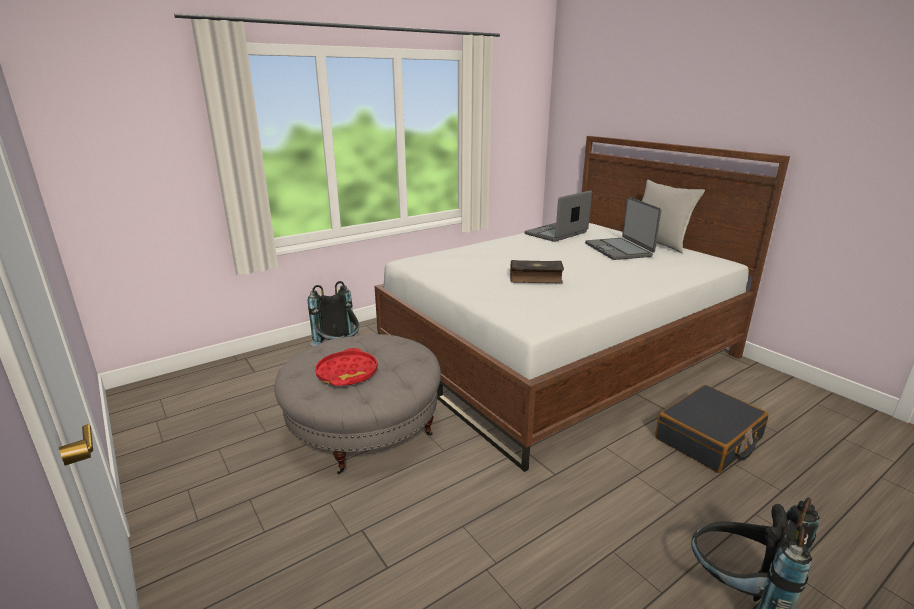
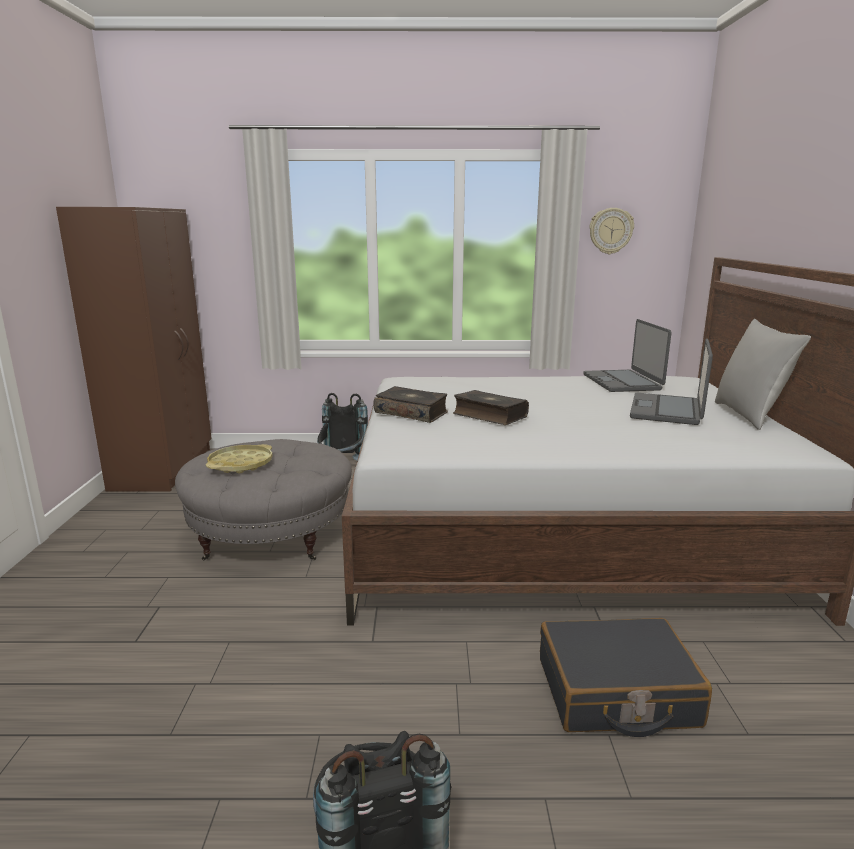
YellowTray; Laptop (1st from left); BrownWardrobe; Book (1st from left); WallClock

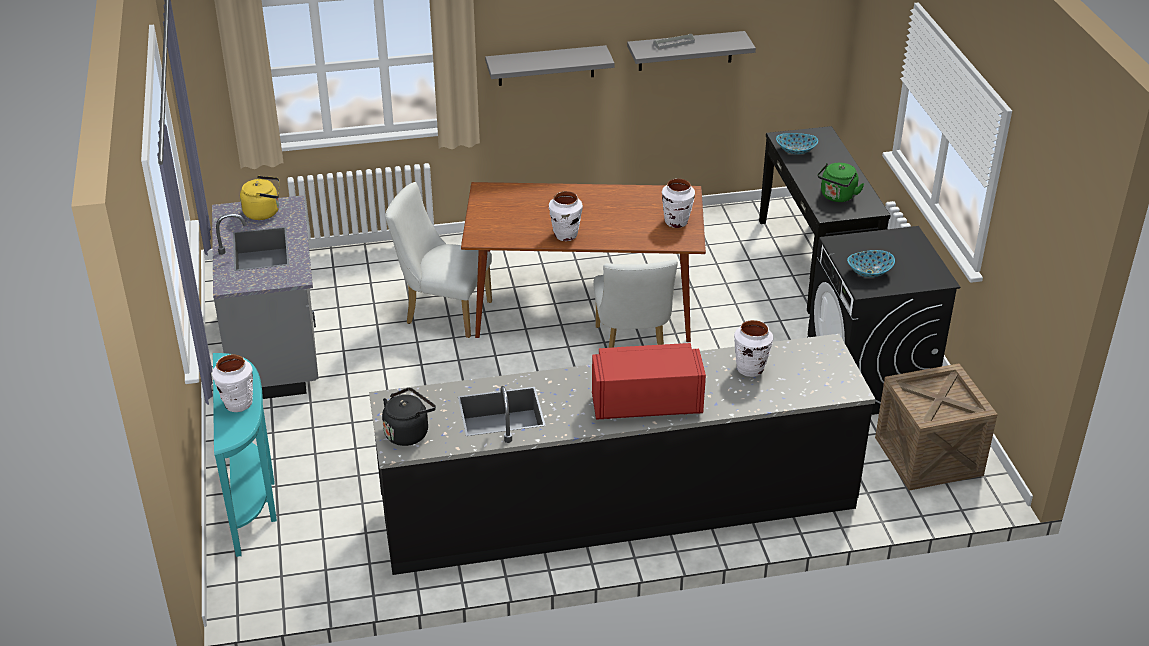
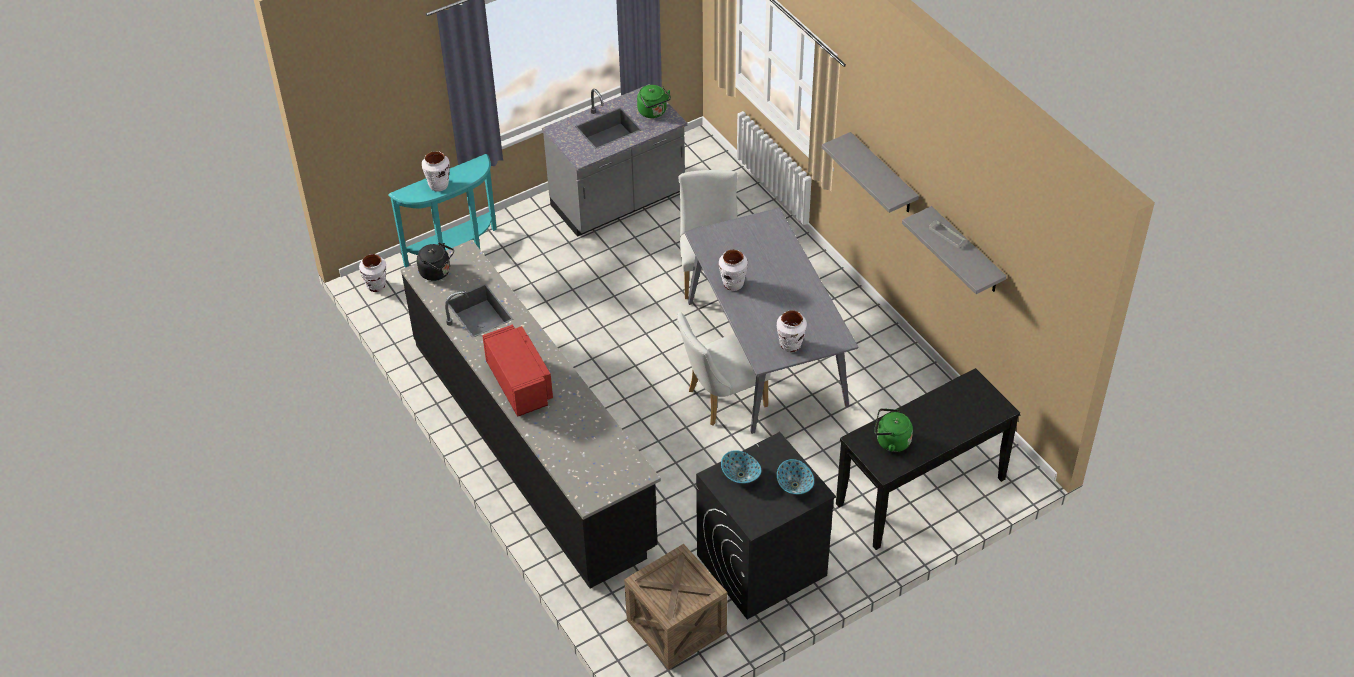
GreenKettle (1st from left); GreyDiningTable; WhiteVase (1st from left); Bowl (2nd from left)

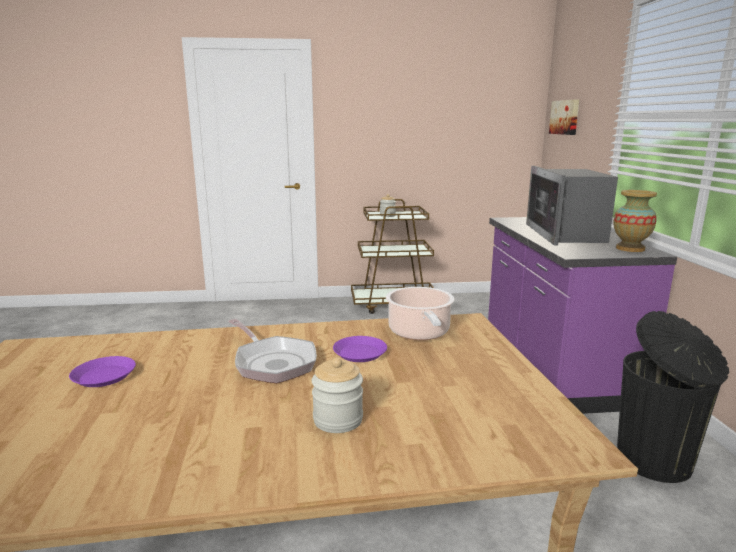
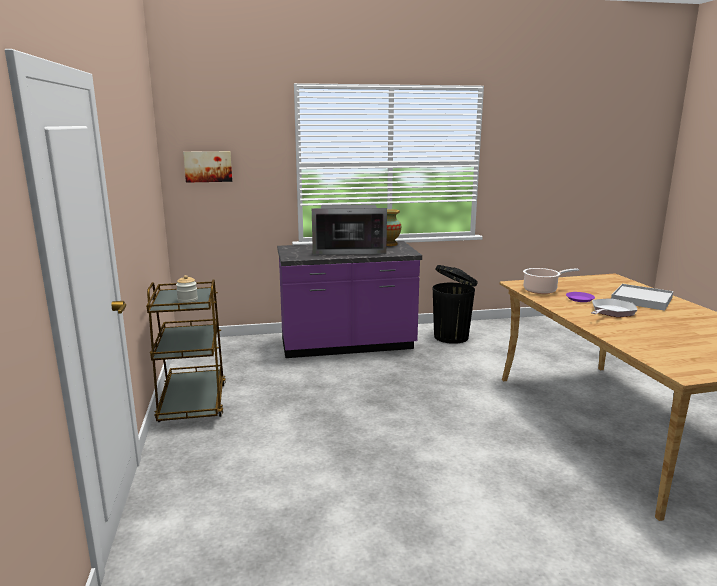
PurplePlate (1st from left in the first image); WhiteTray

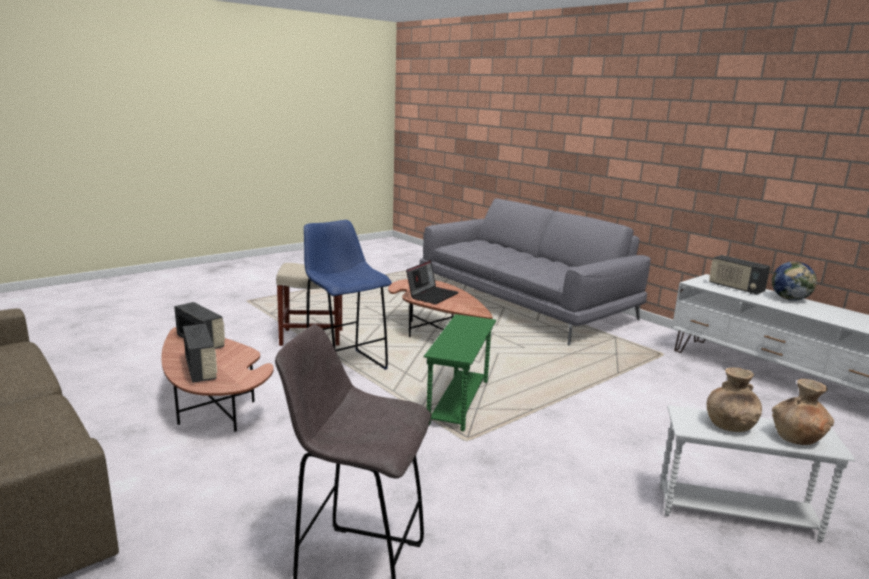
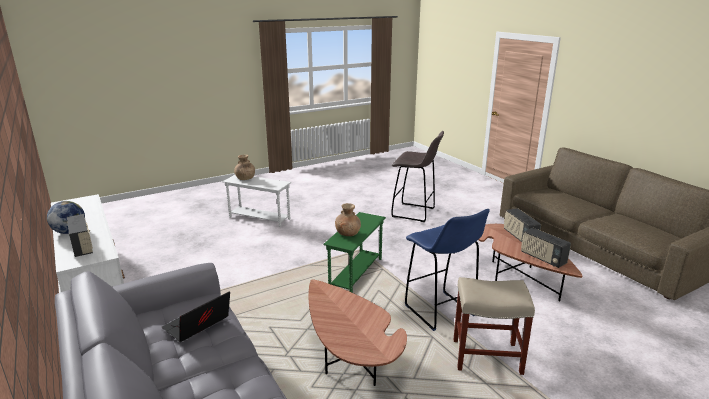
Laptop; BrownVase (2nd from left)

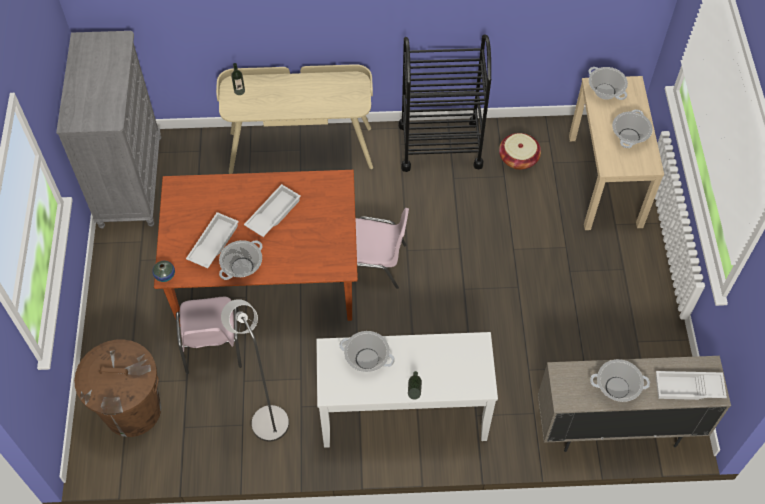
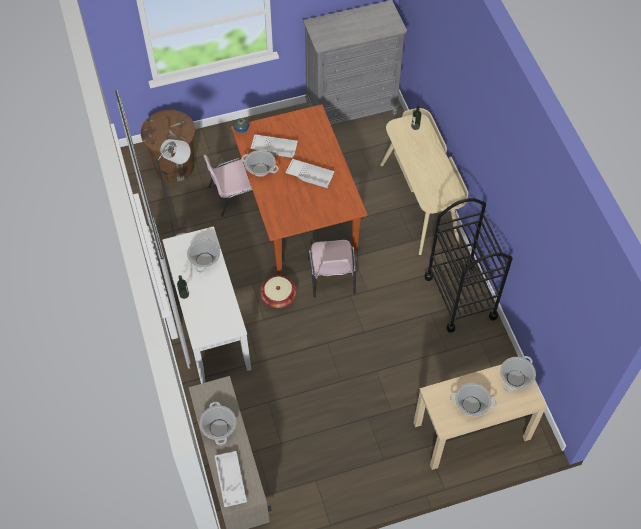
Basket

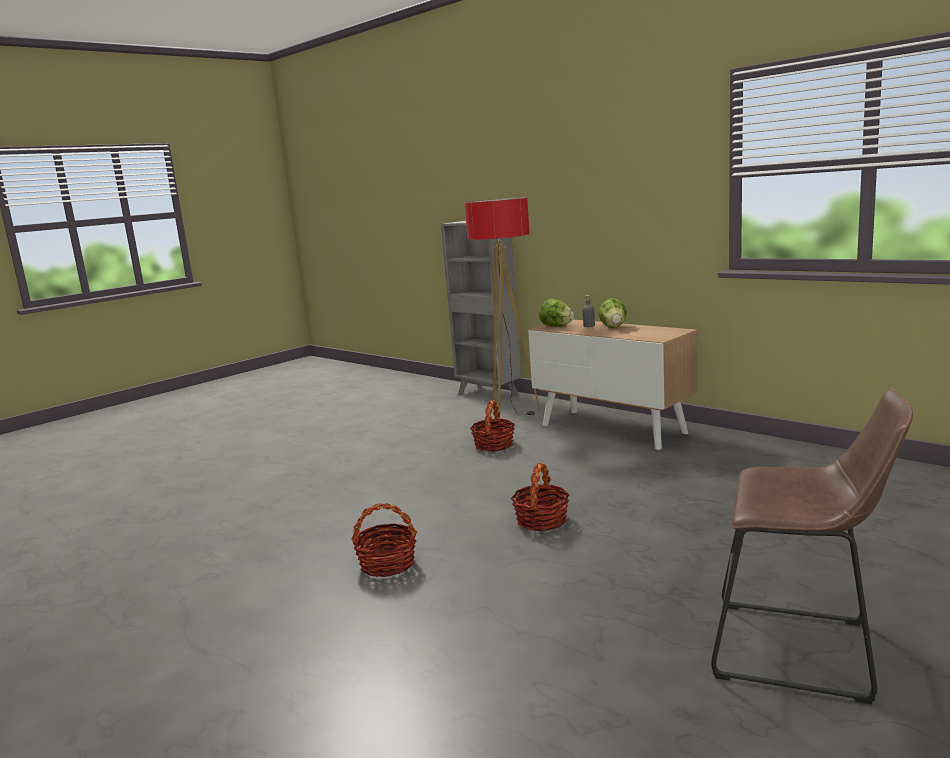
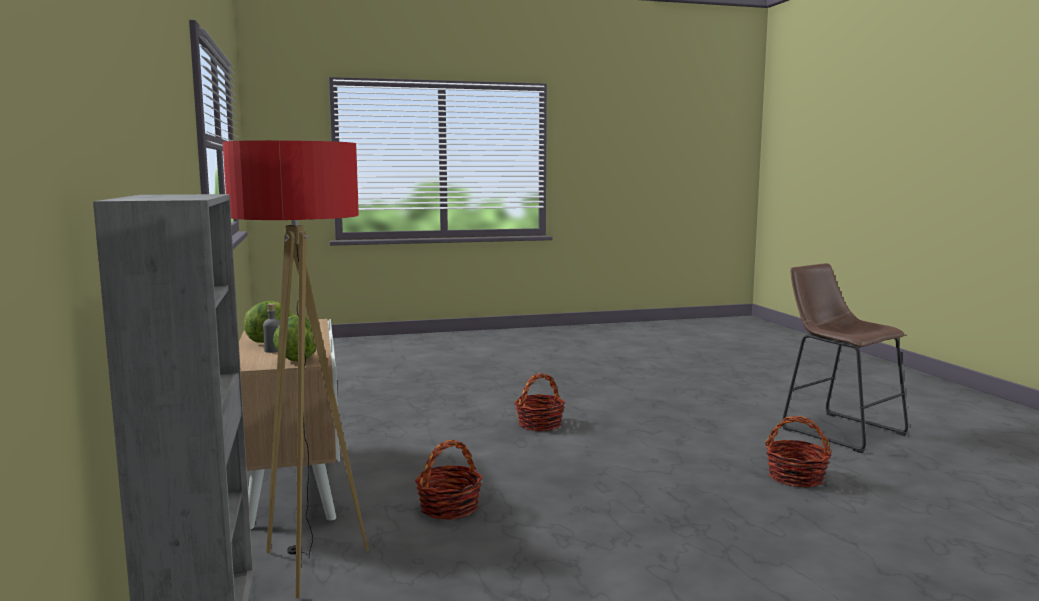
Basket (3rd from left); BrownStool

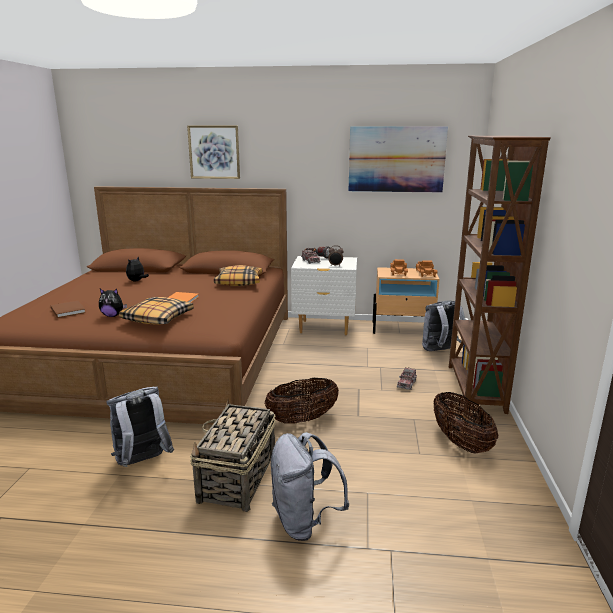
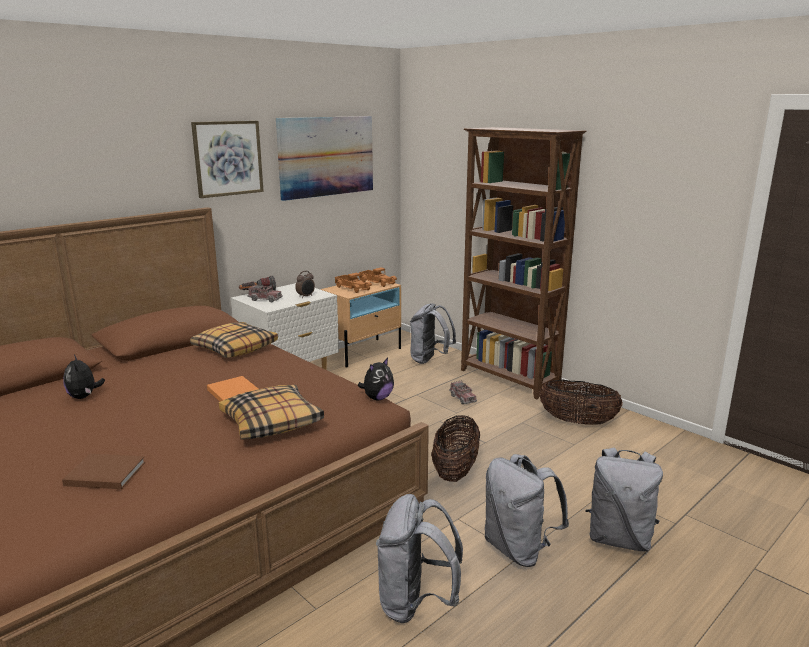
PlushToy (2nd from left); Picture (1st from left); GreyBackpack (3rd from left)

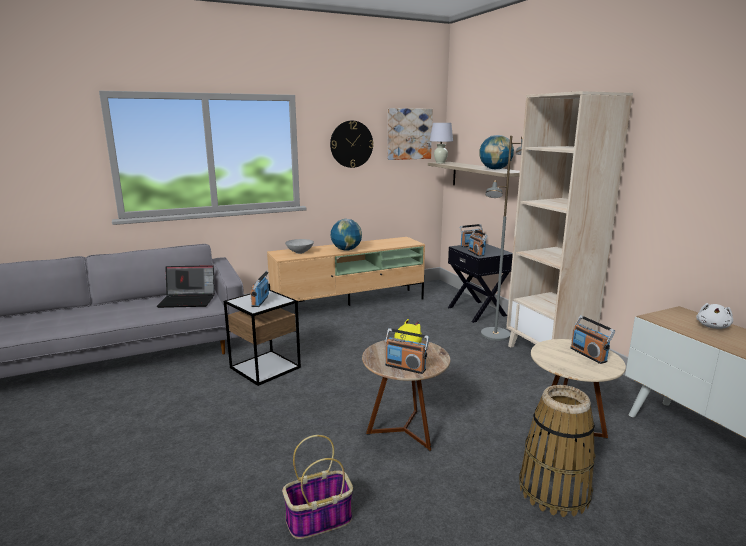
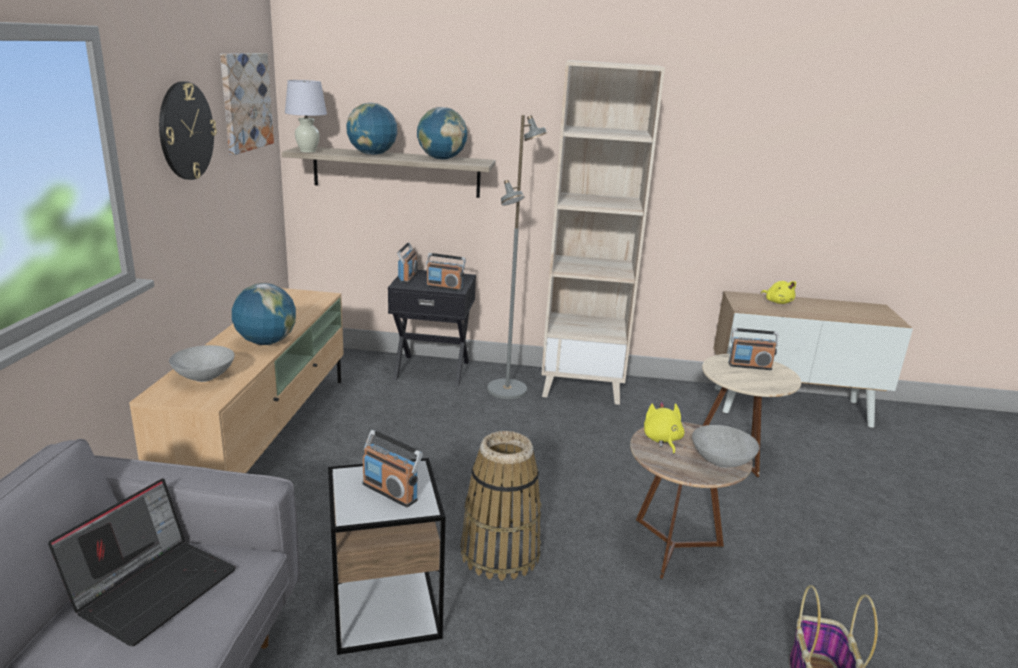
GreyBowl (2nd from left); Basket (1st from left); YellowPlushToy (2nd from left); Globe (2nd from left)

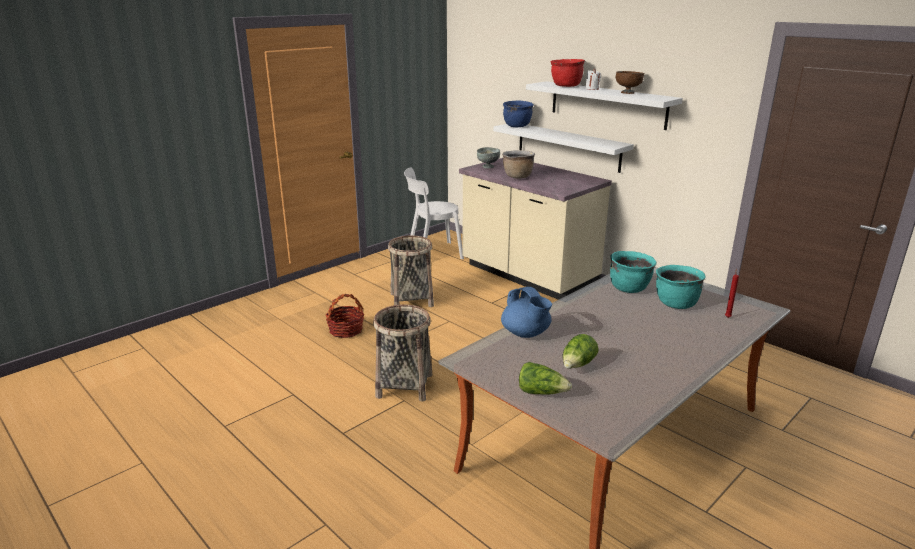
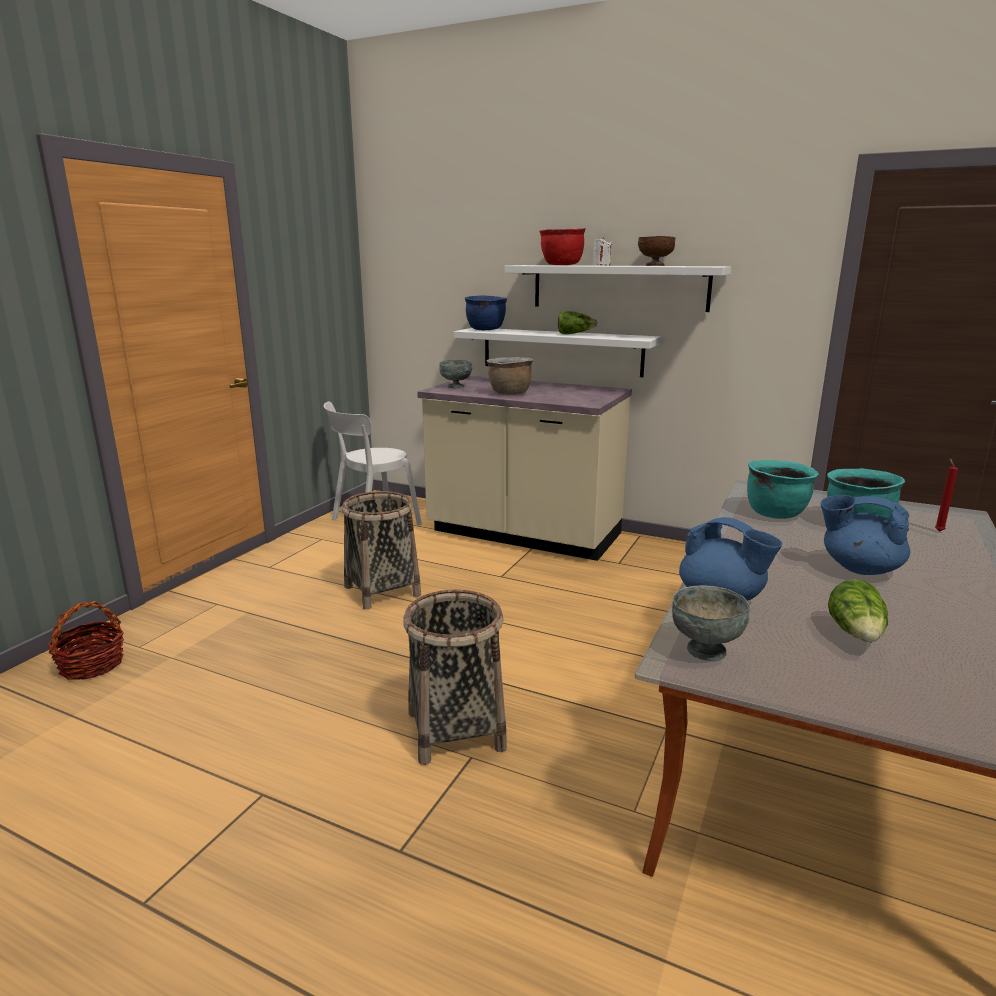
Basket (1st from left); Lettuce (1st from left); GreyBowl (2nd from left); BlueTeapot (2nd from left)

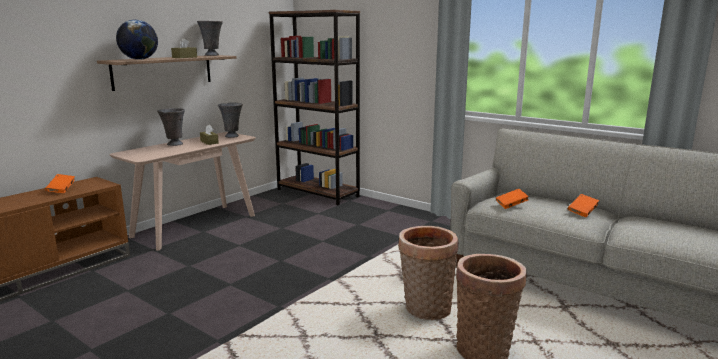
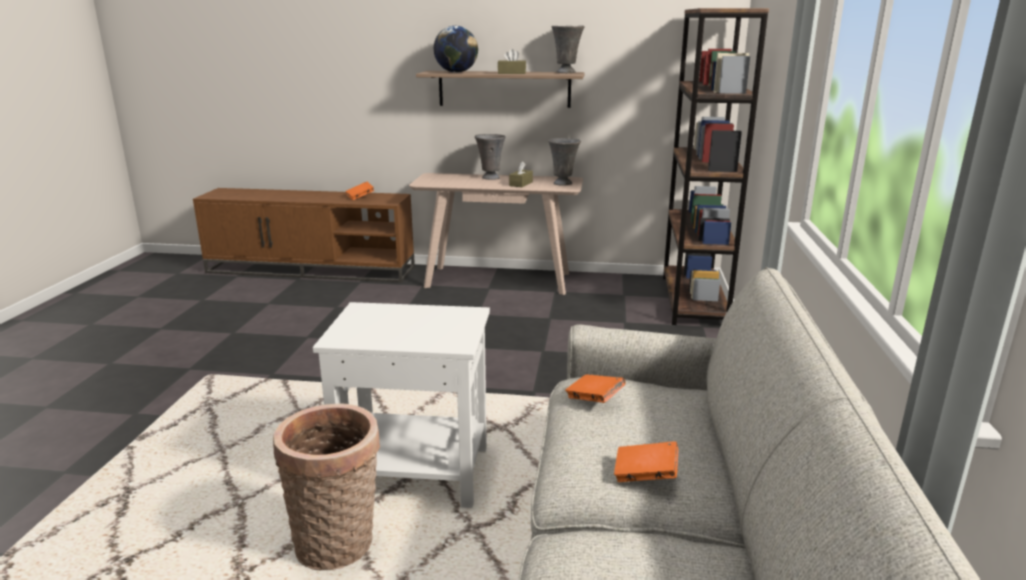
WhiteSideTable

